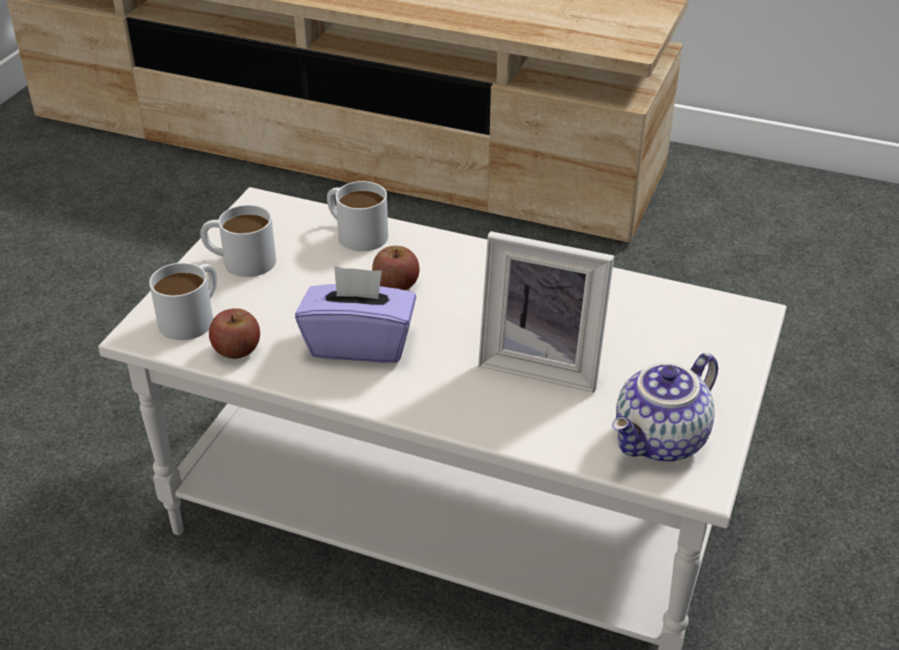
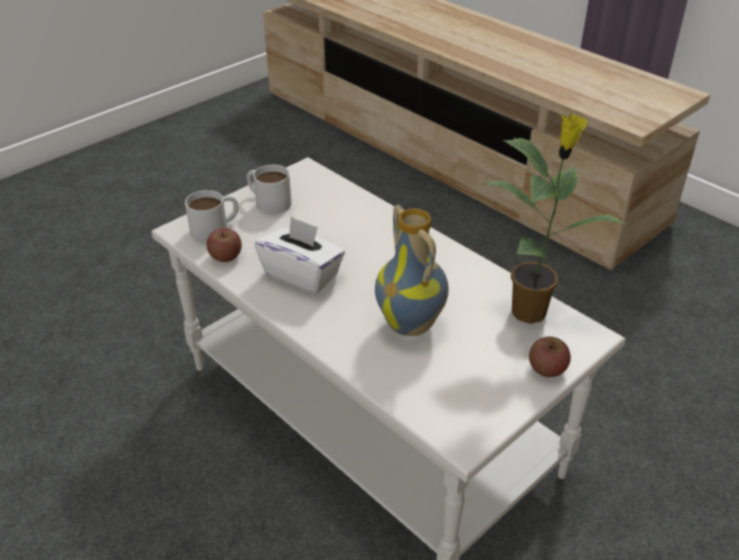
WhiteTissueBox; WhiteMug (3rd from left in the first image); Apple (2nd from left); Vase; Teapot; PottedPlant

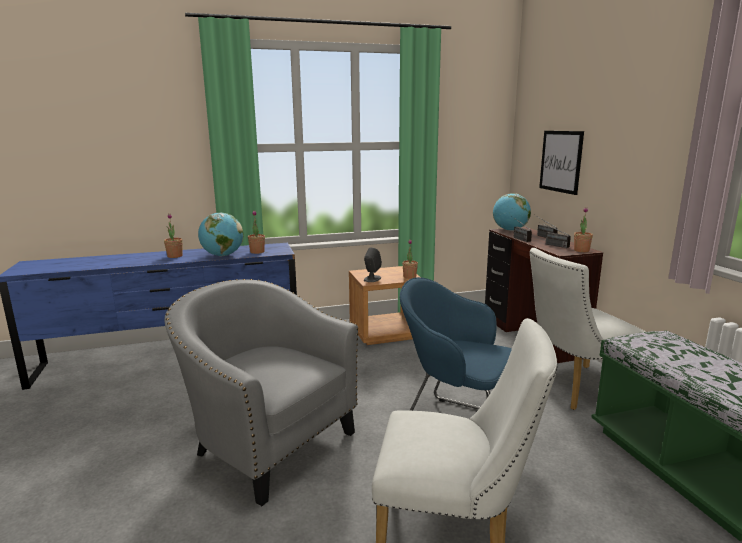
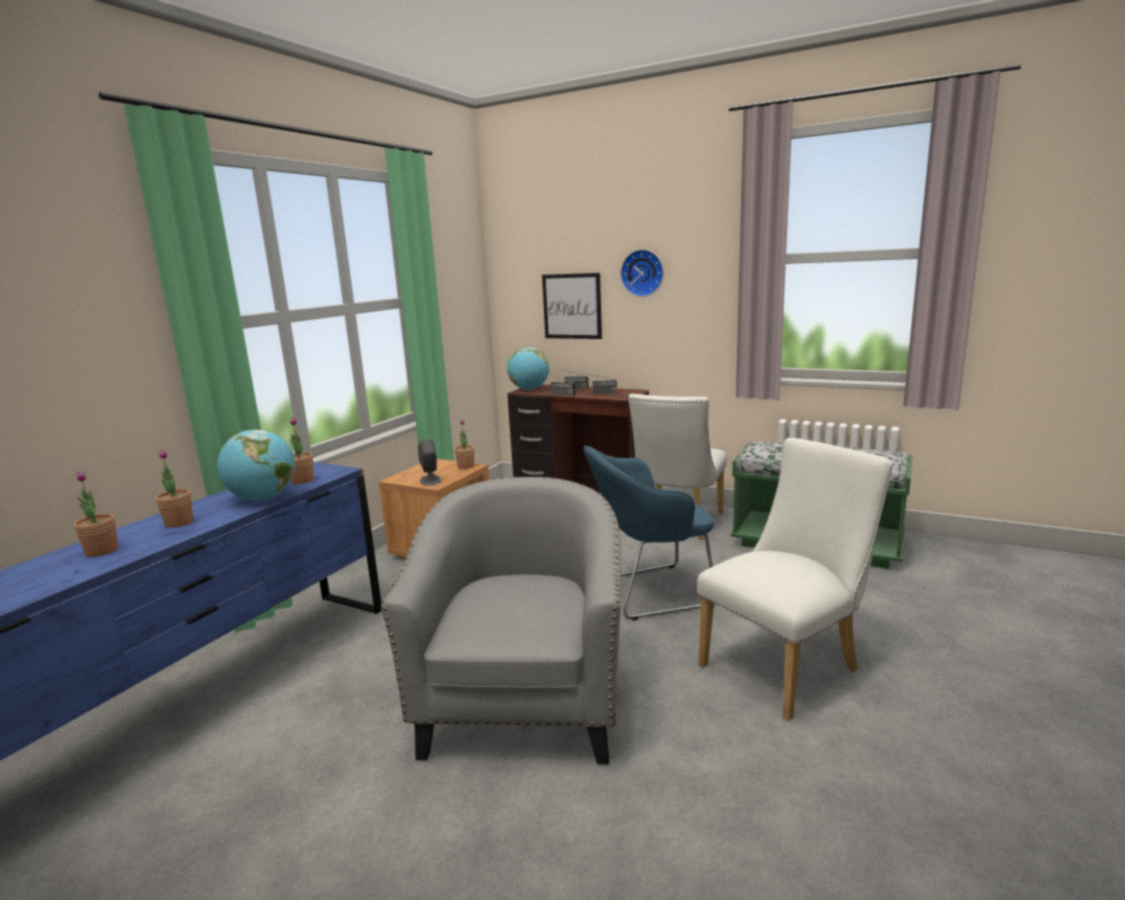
GreyArmchair; PottedPlant (1st from left); WallClock

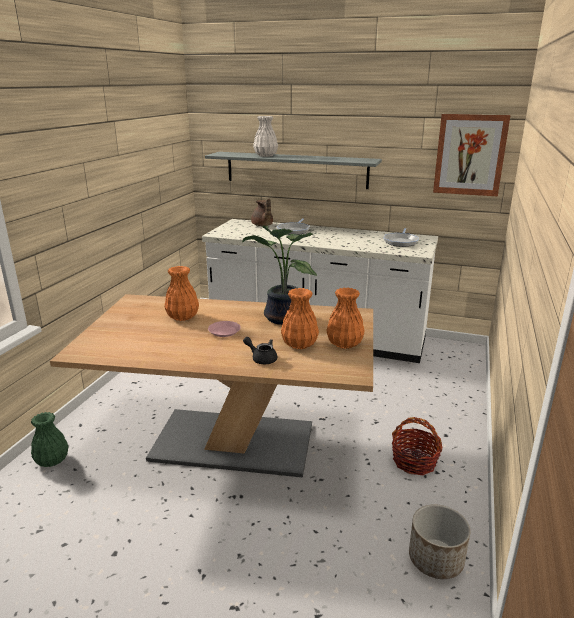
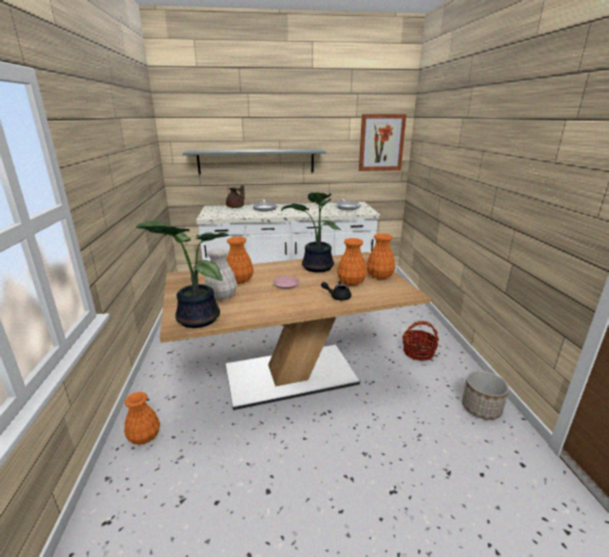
OrangeVase (1st from left); WhiteVase; PottedPlant (1st from left)

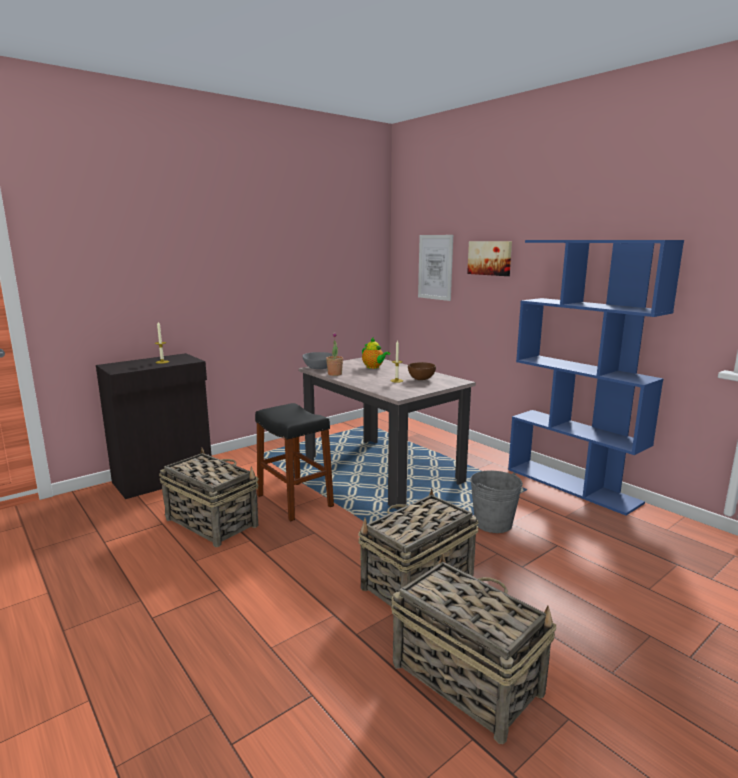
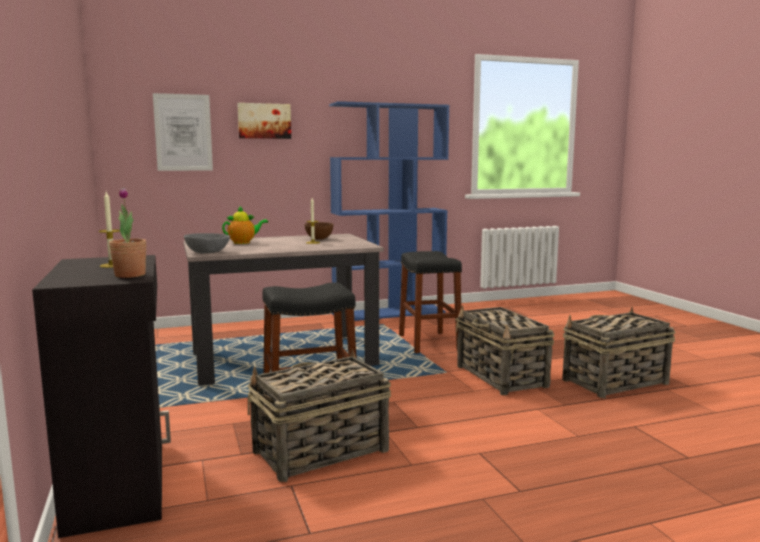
PottedPlant; BlackStool (2nd from left)

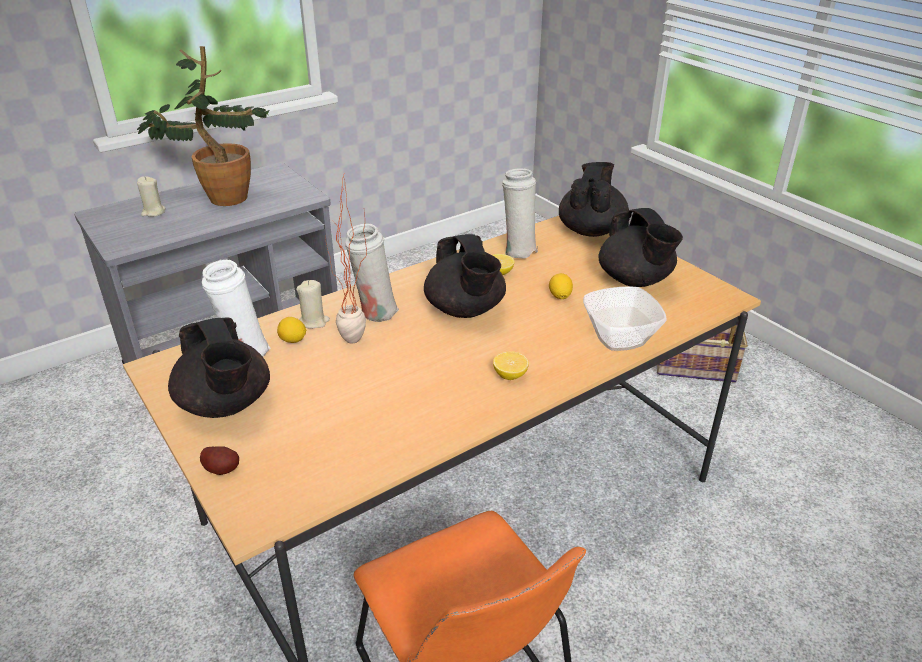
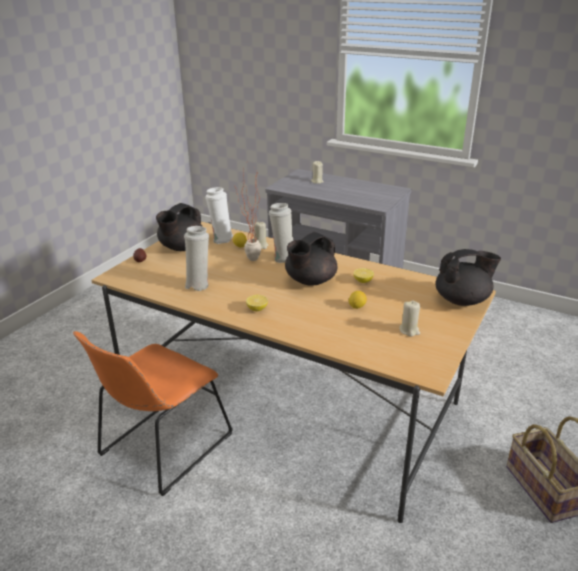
PottedPlant (1st from left in the first image); WhiteVase (1st from left); Bowl; BeigeCandle (3rd from left)

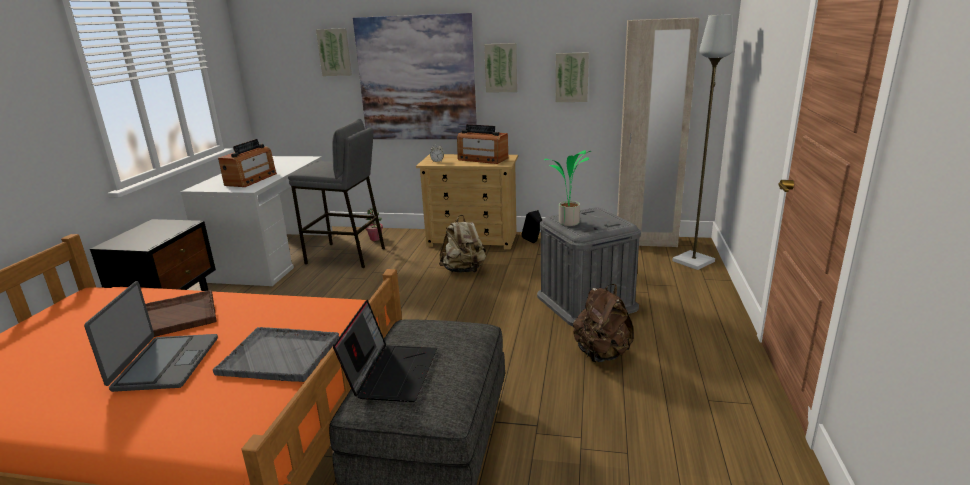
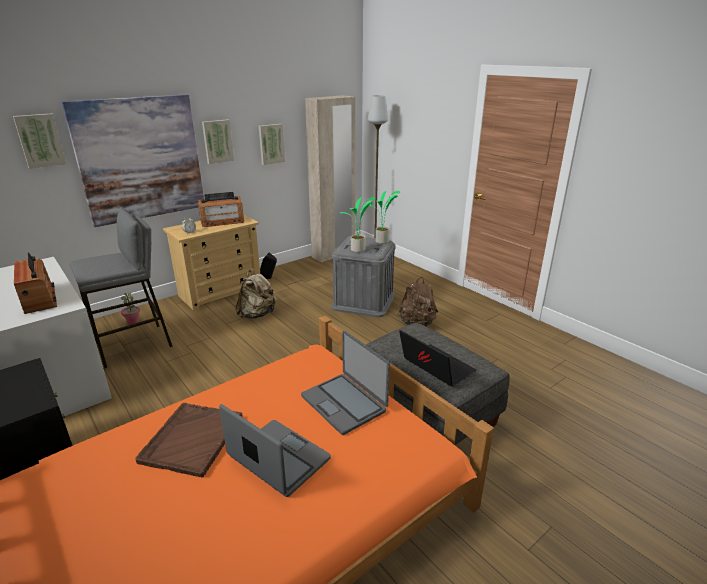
Laptop (2nd from left); PottedPlant (3rd from left)

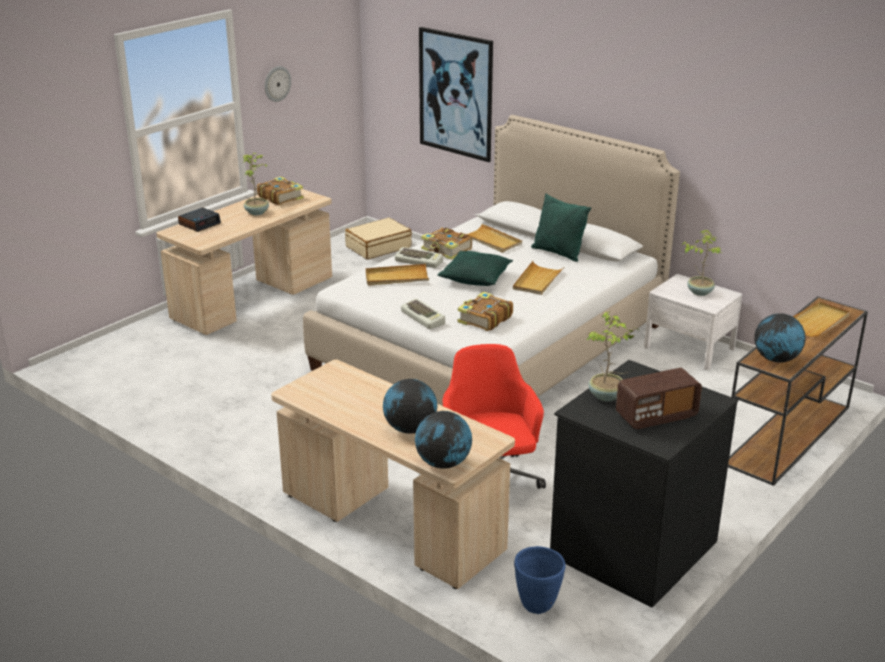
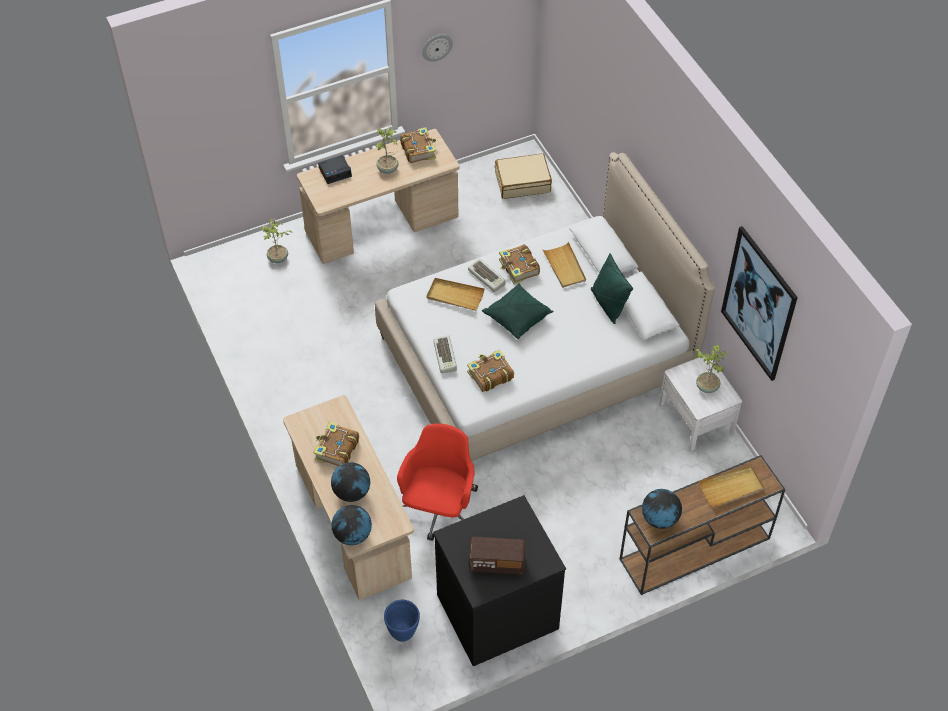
Picture; BeigeTray (3rd from left in the first image); PottedPlant (1st from left); Book (1st from left)

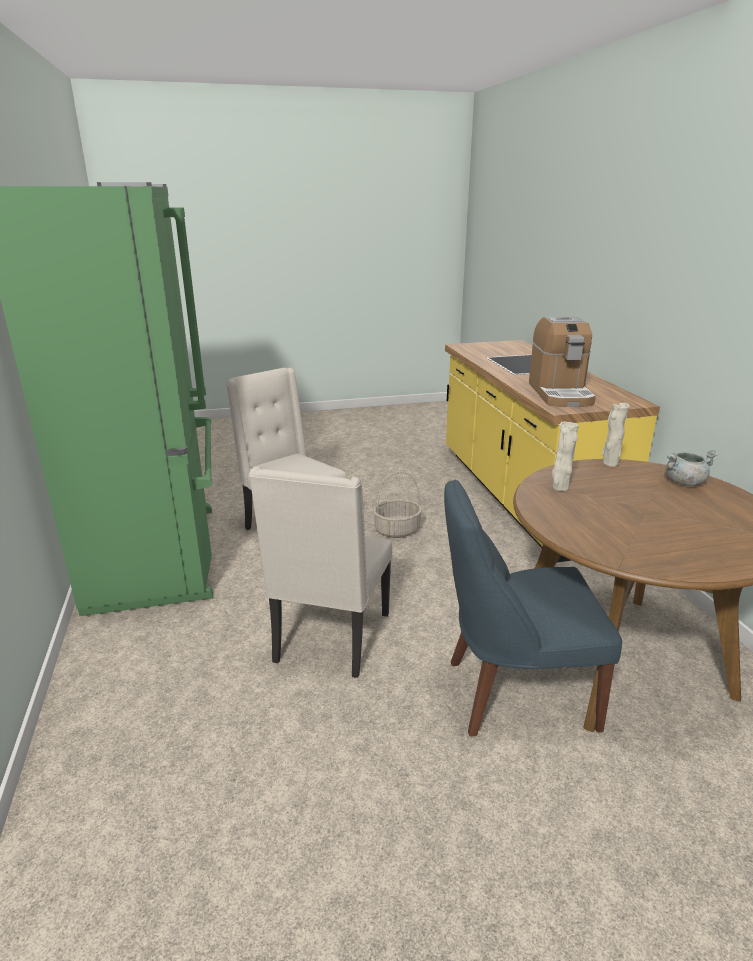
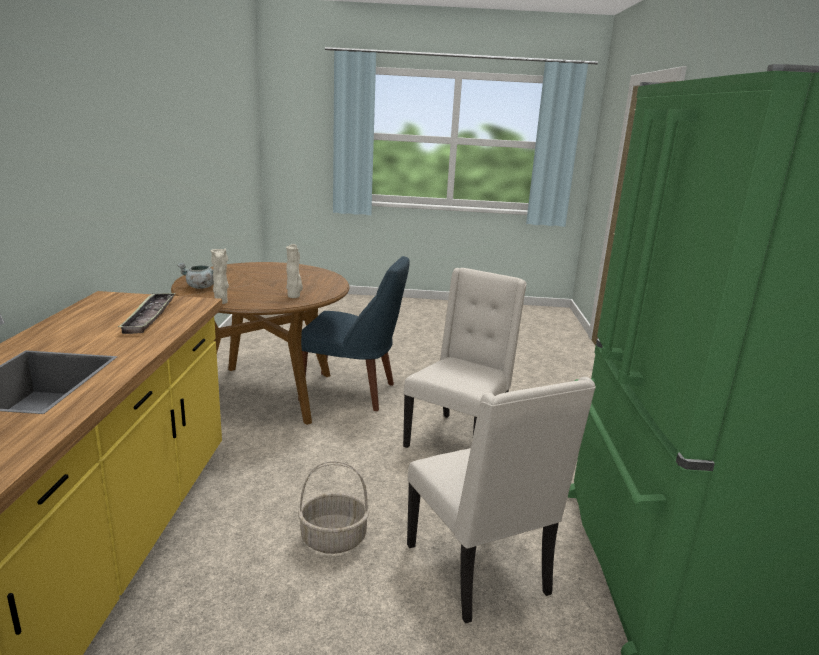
Tray

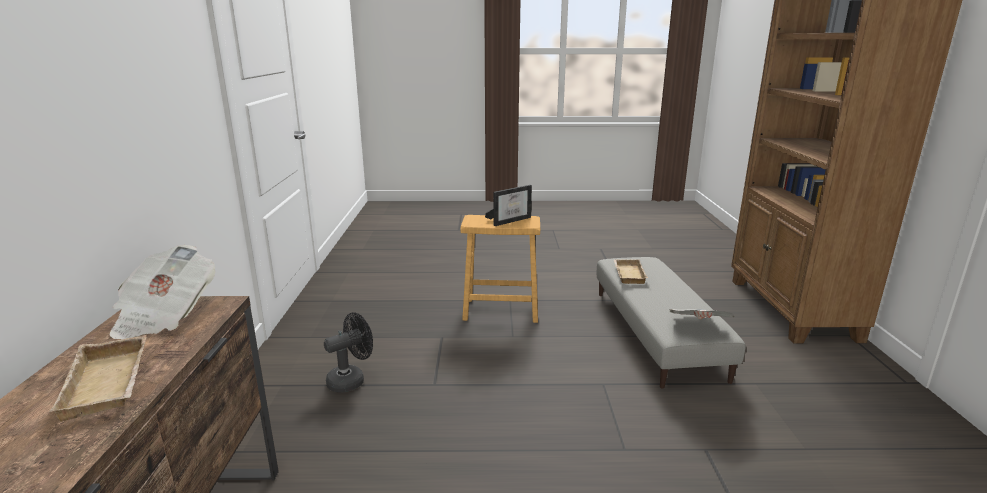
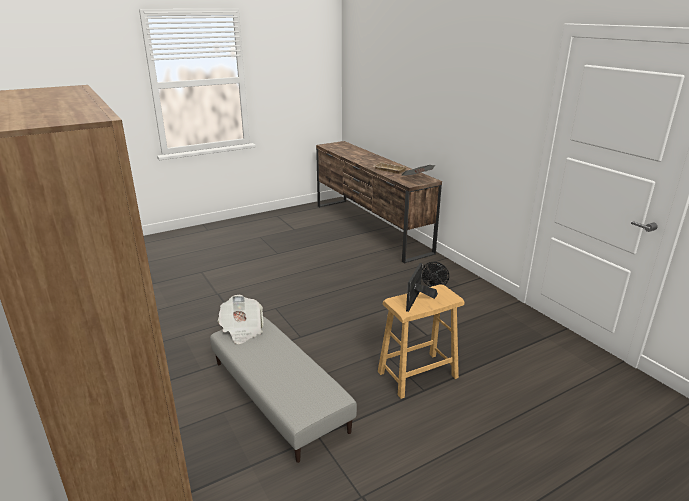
BeigeTray (2nd from left in the first image)

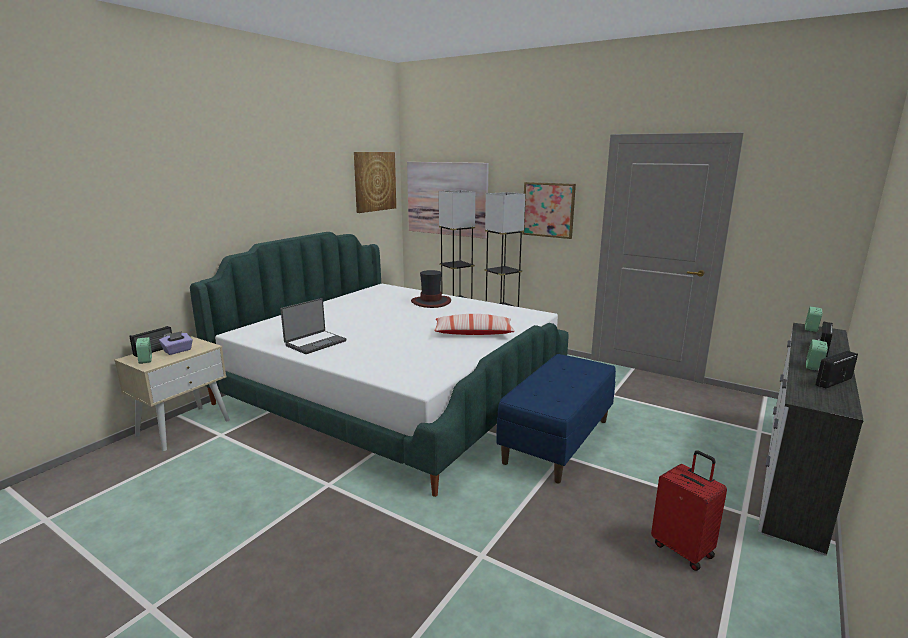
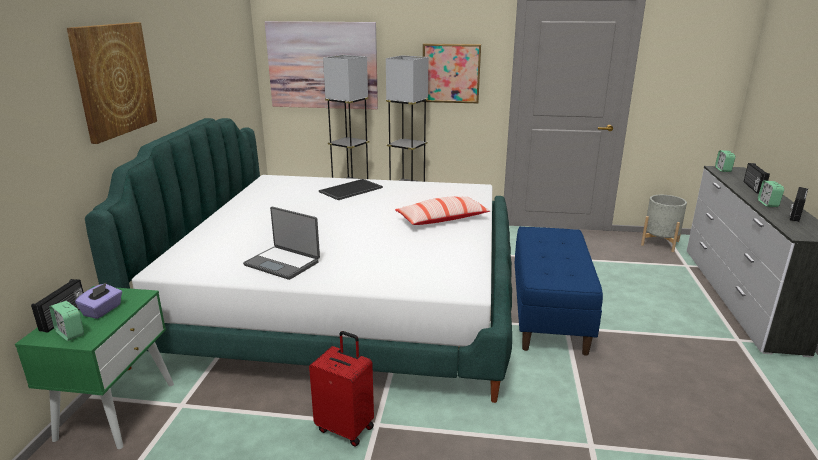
GreenNightstand; Laptop; Picture (1st from left); Tray; RedSuitcase; GreyPlanter

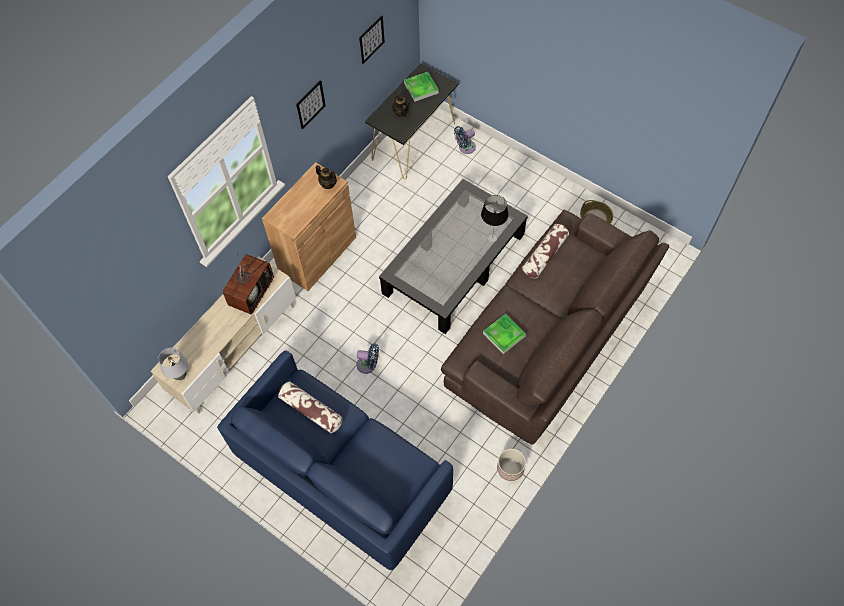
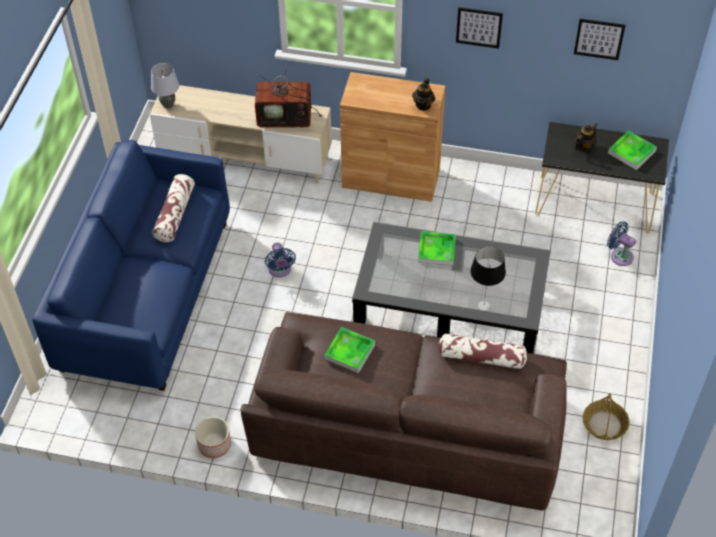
Tray (2nd from left)

